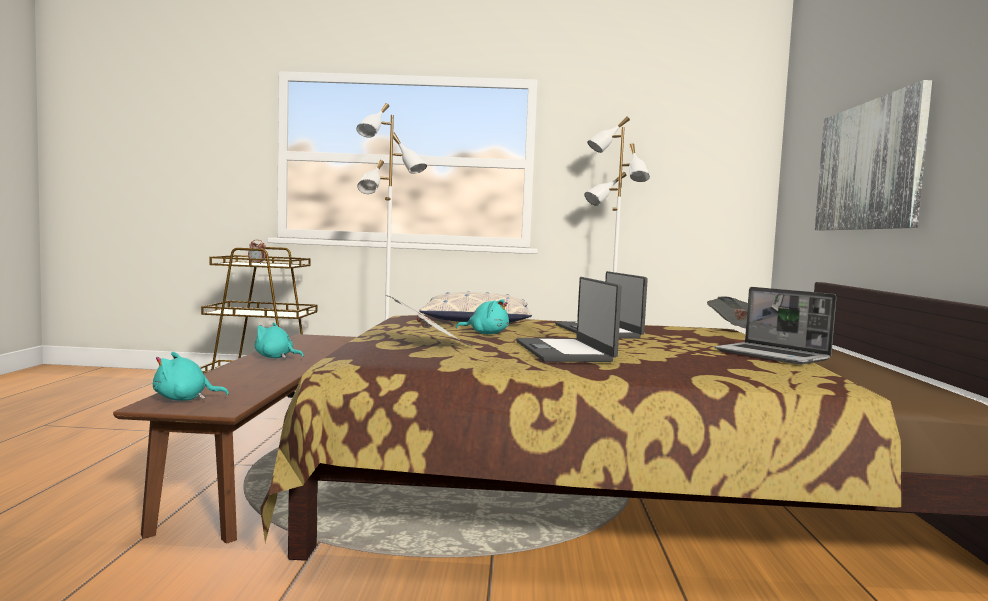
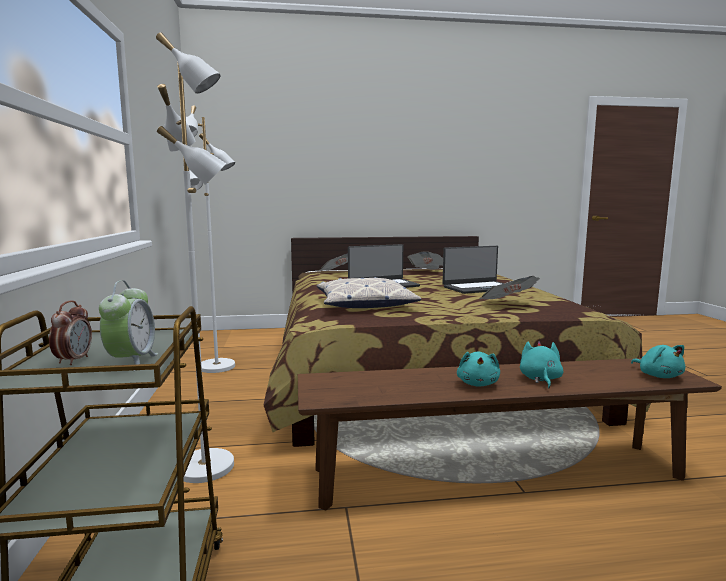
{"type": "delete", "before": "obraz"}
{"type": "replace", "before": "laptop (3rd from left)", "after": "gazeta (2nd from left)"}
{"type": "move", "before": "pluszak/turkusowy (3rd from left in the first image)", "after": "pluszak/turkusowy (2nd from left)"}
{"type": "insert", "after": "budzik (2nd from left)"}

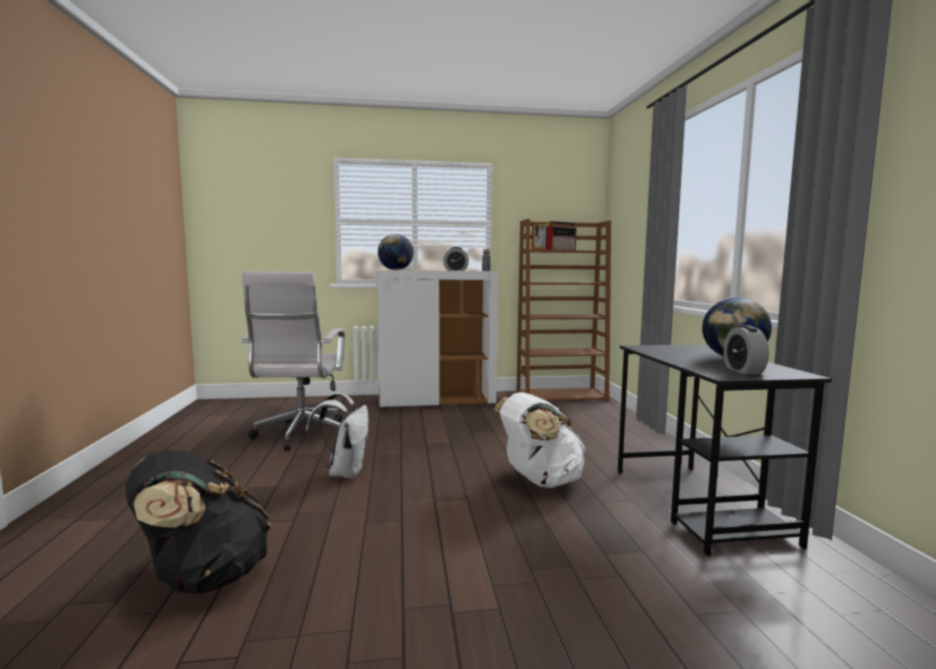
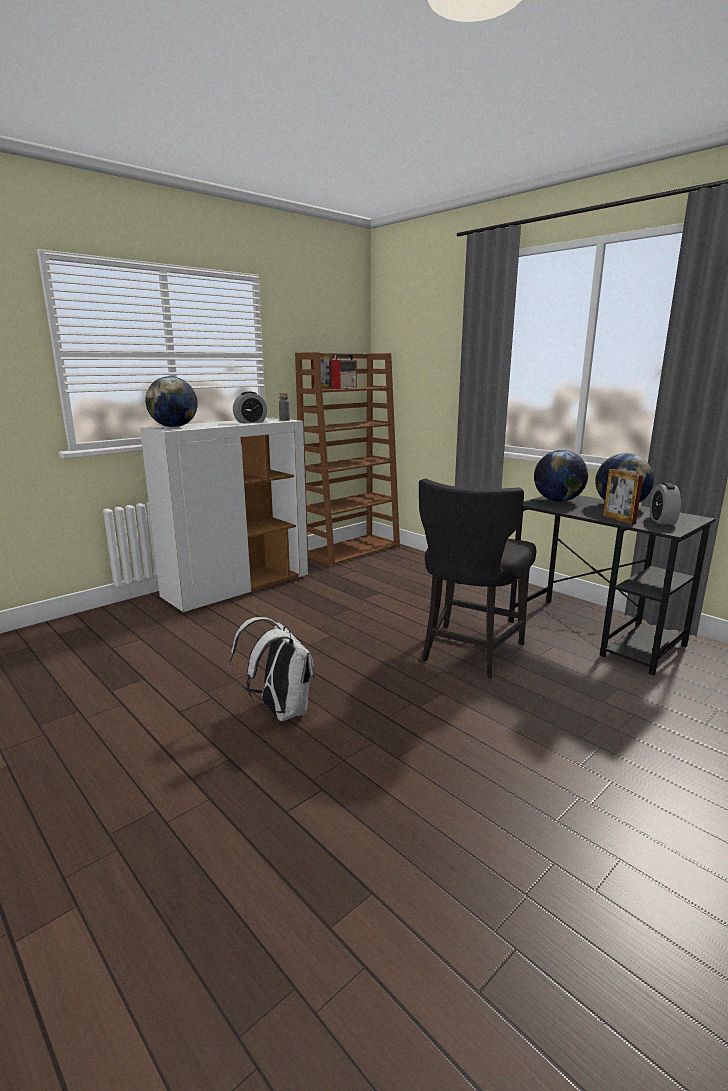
{"type": "delete", "before": "krzesło biurowe/biały"}
{"type": "rotate", "before": "budzik (2nd from left)", "turn": 45}
{"type": "replace", "before": "plecak/biały (2nd from left)", "after": "krzesło/czarny"}
{"type": "delete", "before": "plecak/czarny"}
{"type": "insert", "after": "globus (2nd from left)"}
{"type": "insert", "after": "ramka na zdjęcie (2nd from left)"}

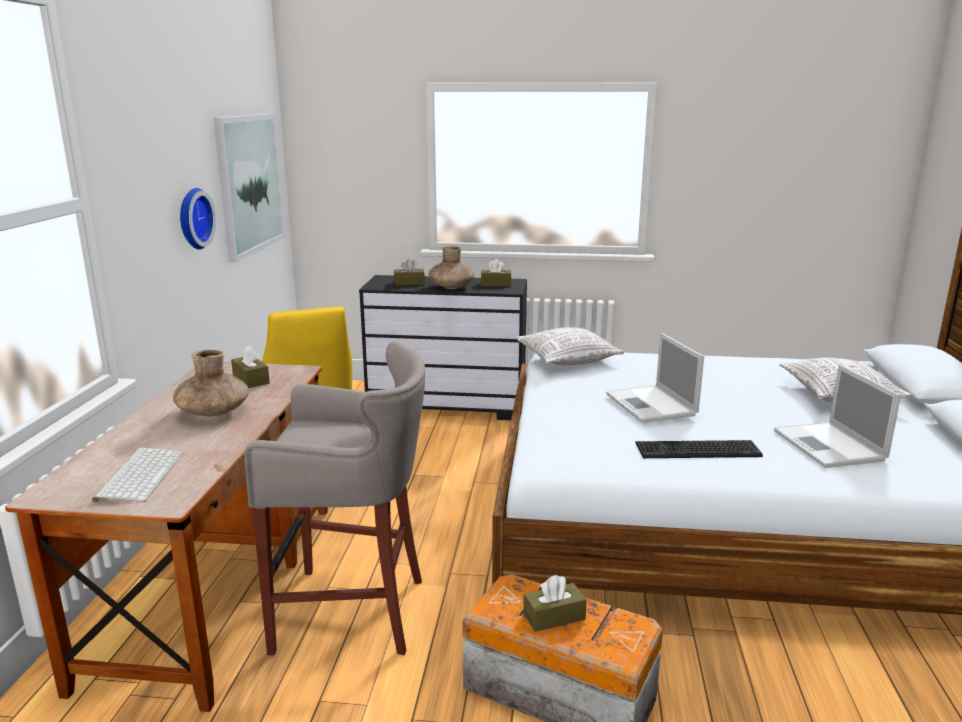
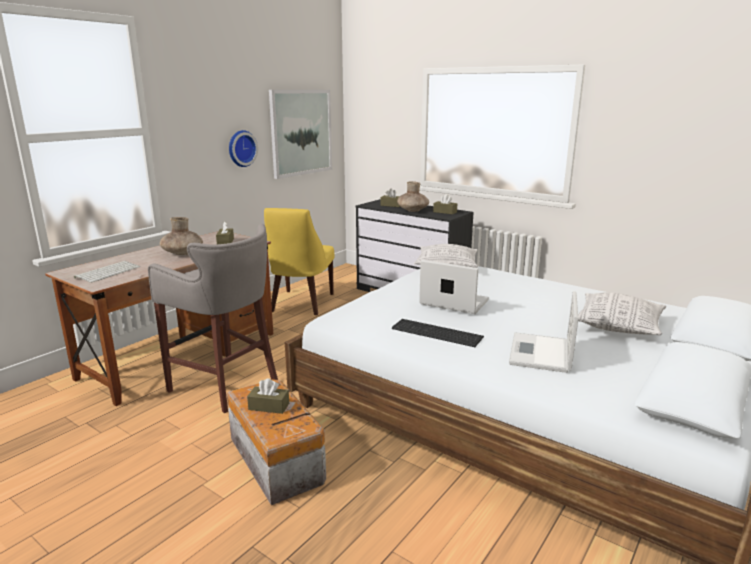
{"type": "rotate", "before": "laptop (1st from left)", "turn": 105}

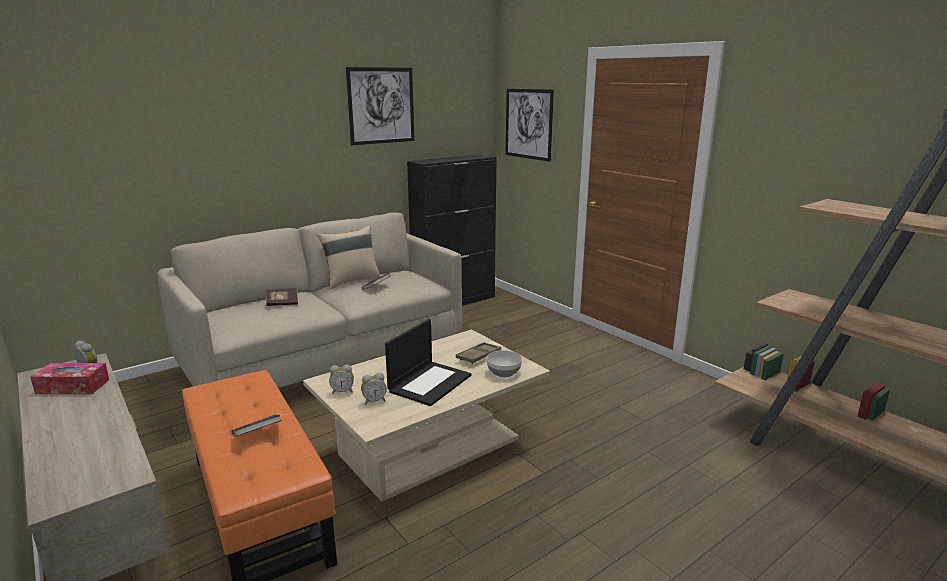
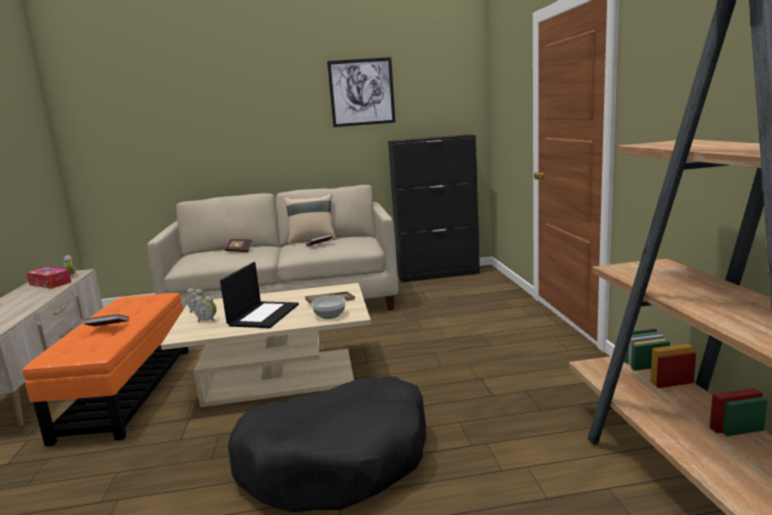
{"type": "delete", "before": "obraz (2nd from left)"}
{"type": "rotate", "before": "laptop", "turn": -45}
{"type": "insert", "after": "legowisko/czarny"}

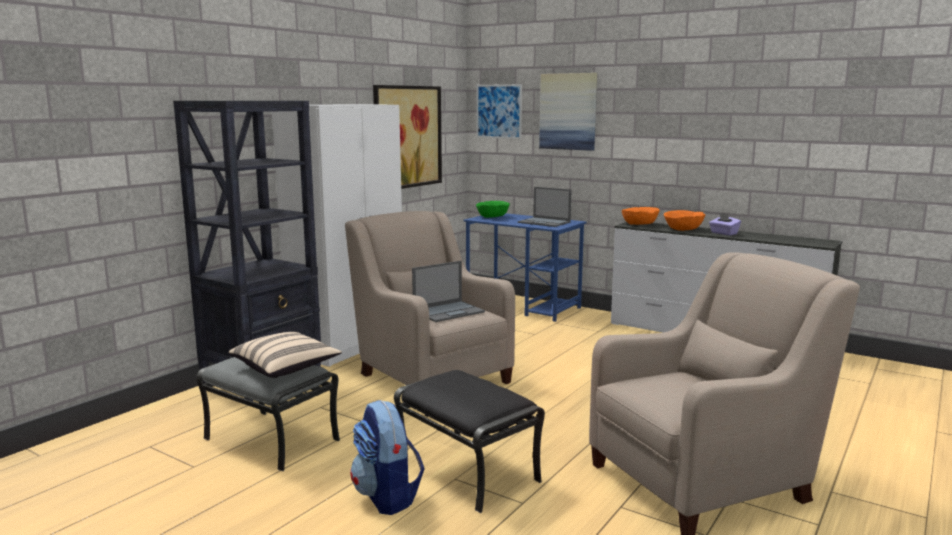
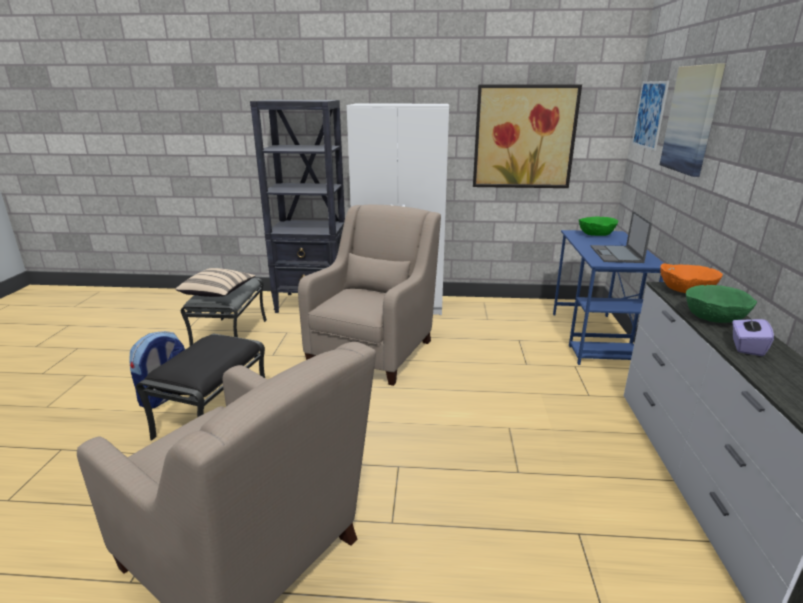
{"type": "recolor", "before": "miska/pomarańczowy (2nd from left)", "after": "miska/zielony (2nd from left)"}
{"type": "delete", "before": "laptop (1st from left)"}

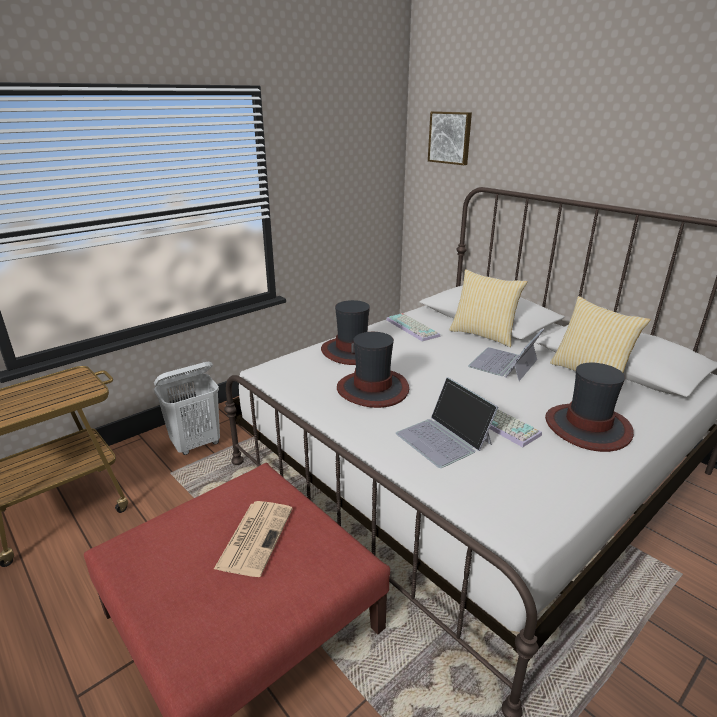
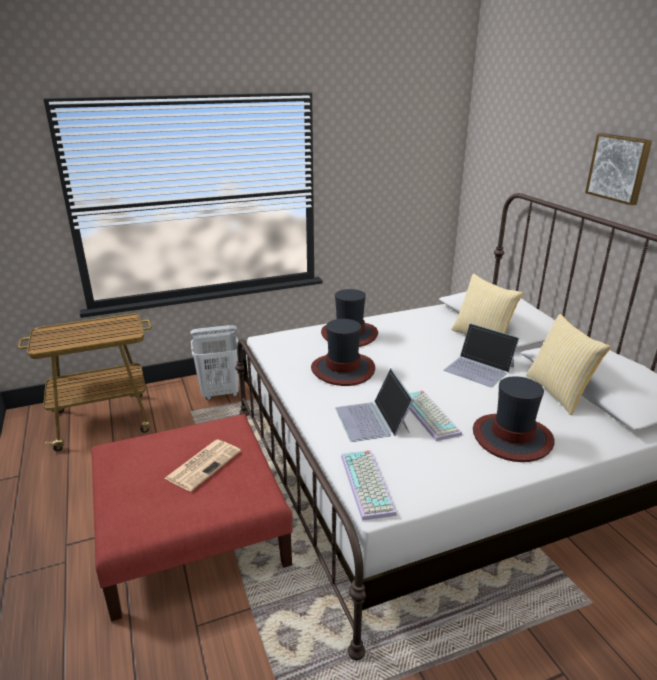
{"type": "move", "before": "obraz"}
{"type": "move", "before": "klawiatura (1st from left)"}
{"type": "rotate", "before": "laptop (2nd from left)", "turn": -105}

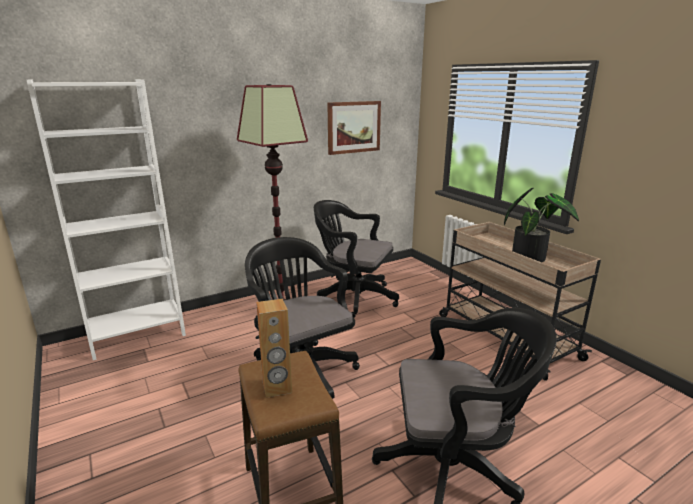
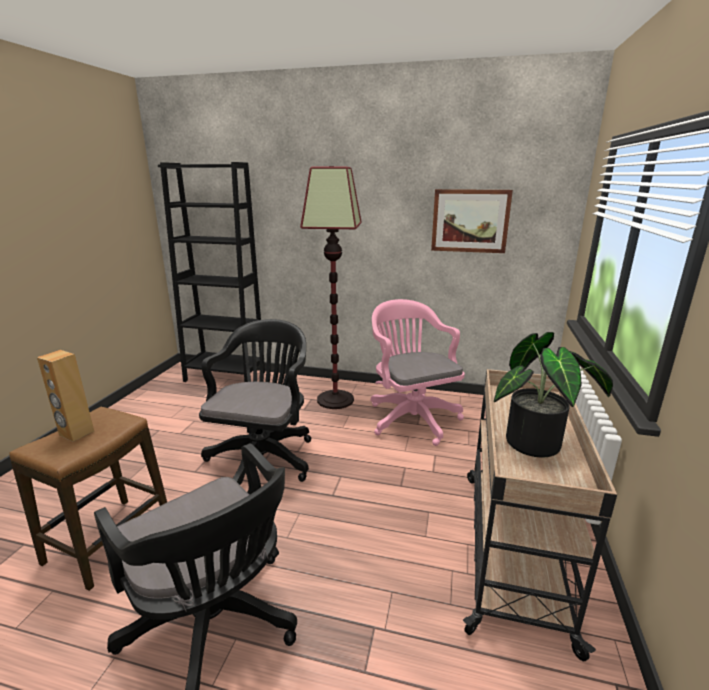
{"type": "recolor", "before": "regał/biały", "after": "regał/czarny"}
{"type": "recolor", "before": "krzesło biurowe/czarny (2nd from left)", "after": "krzesło biurowe/różowy"}

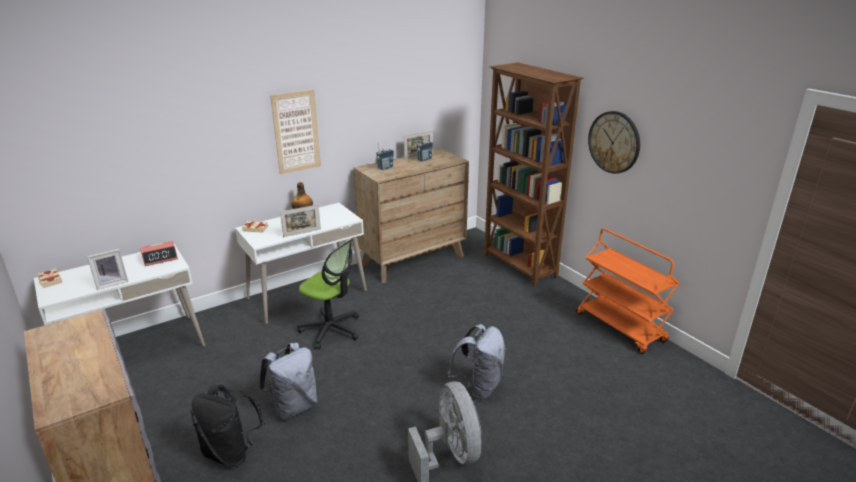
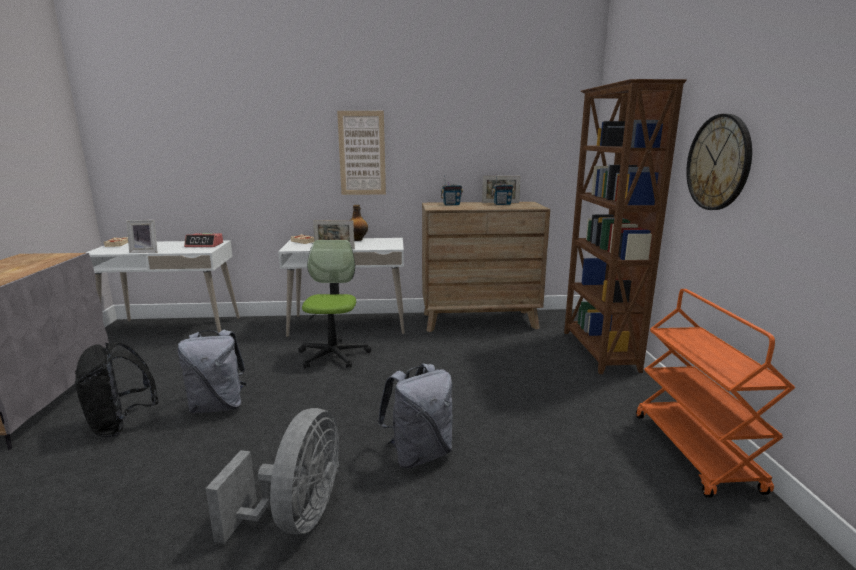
{"type": "rotate", "before": "krzesło biurowe", "turn": -150}

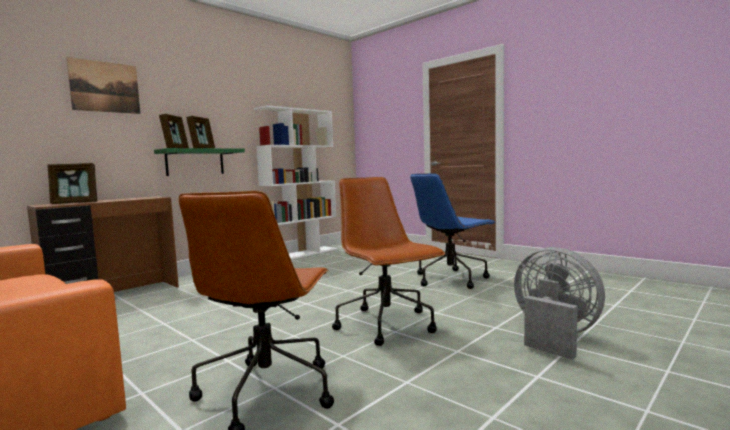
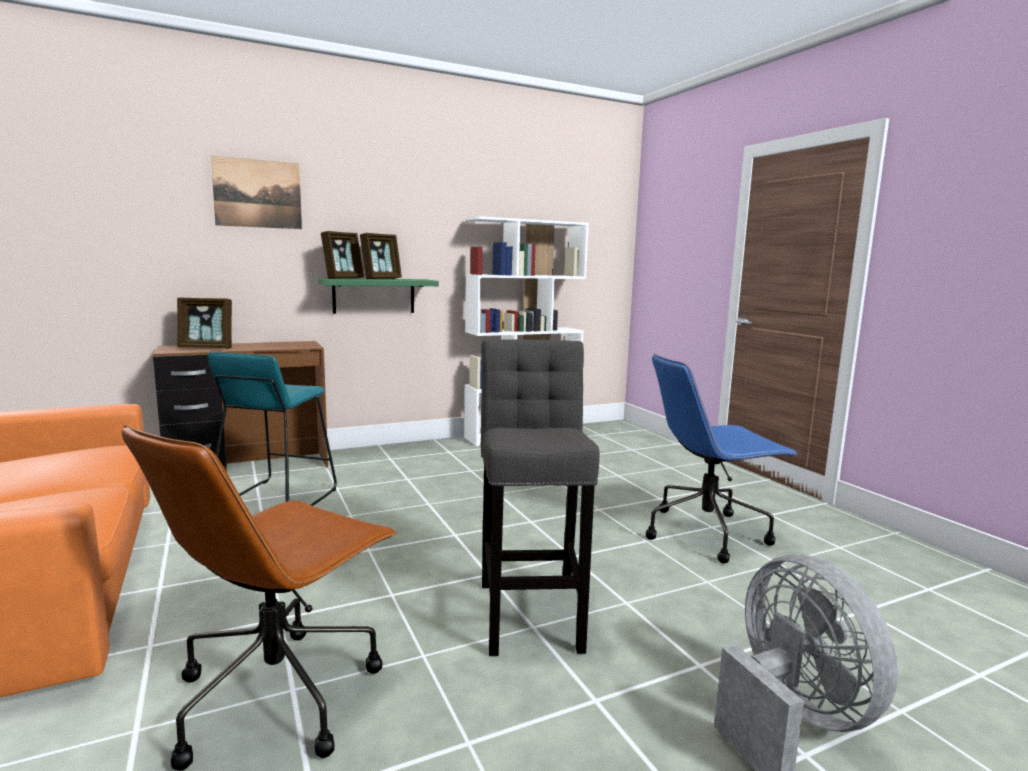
{"type": "replace", "before": "krzesło biurowe/brązowy (2nd from left)", "after": "stołek/szary"}
{"type": "insert", "after": "stołek/turkusowy"}

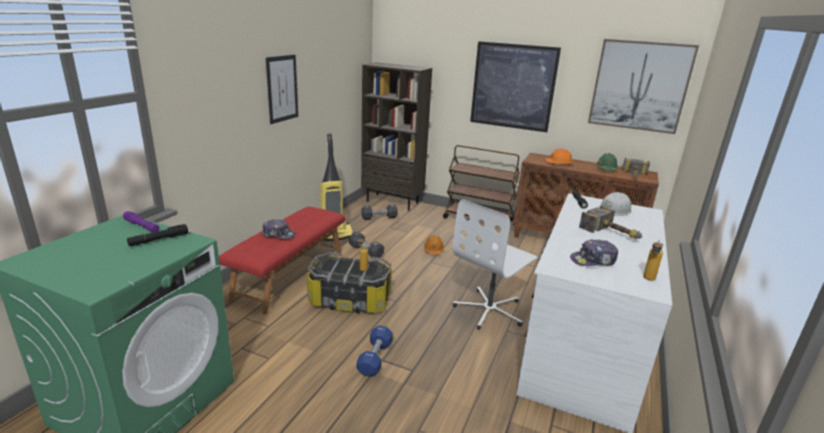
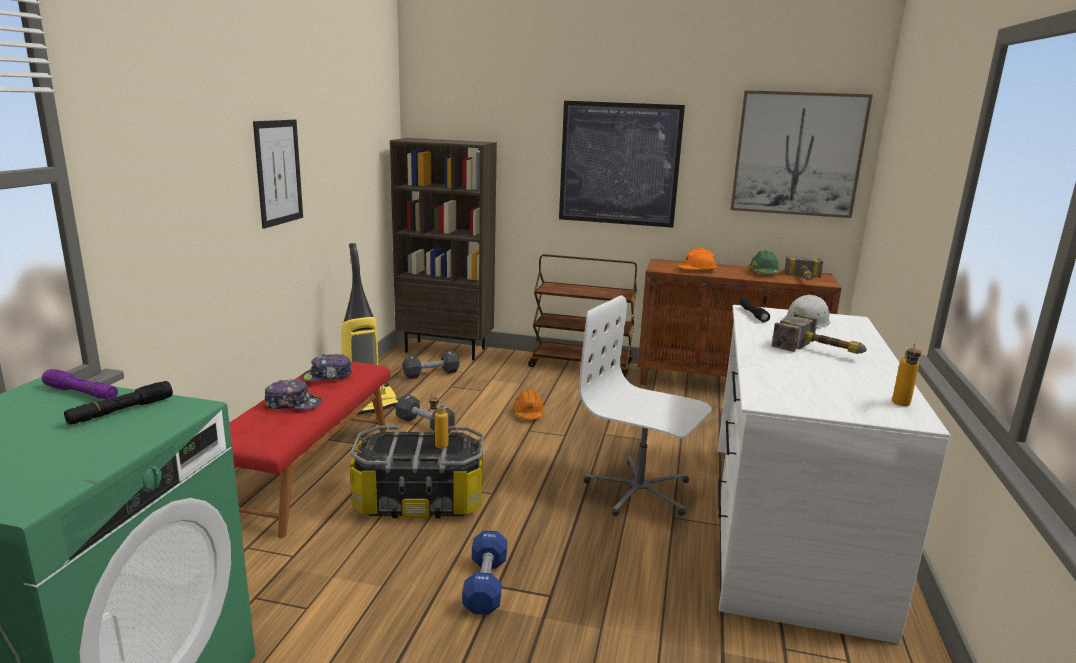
{"type": "rotate", "before": "krzesło biurowe/biały", "turn": 90}
{"type": "move", "before": "czapka z daszkiem (2nd from left)"}

